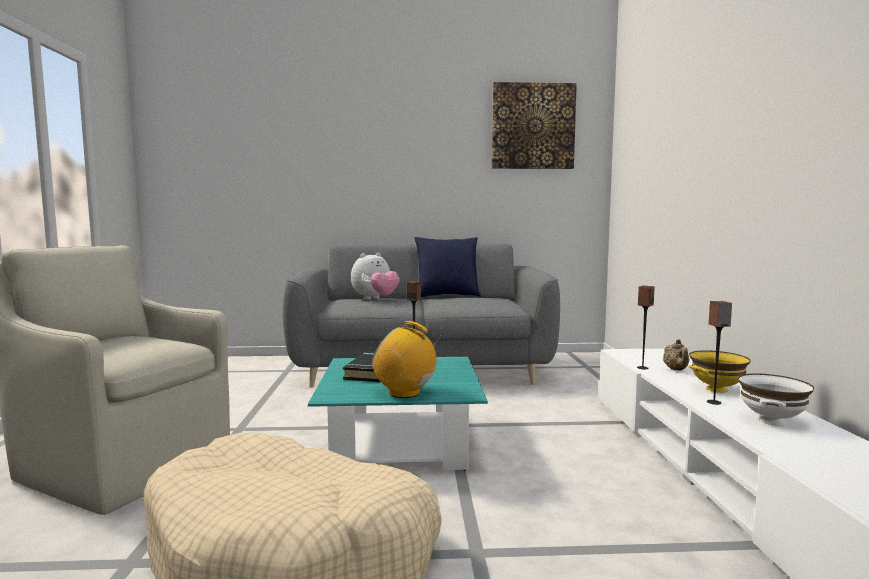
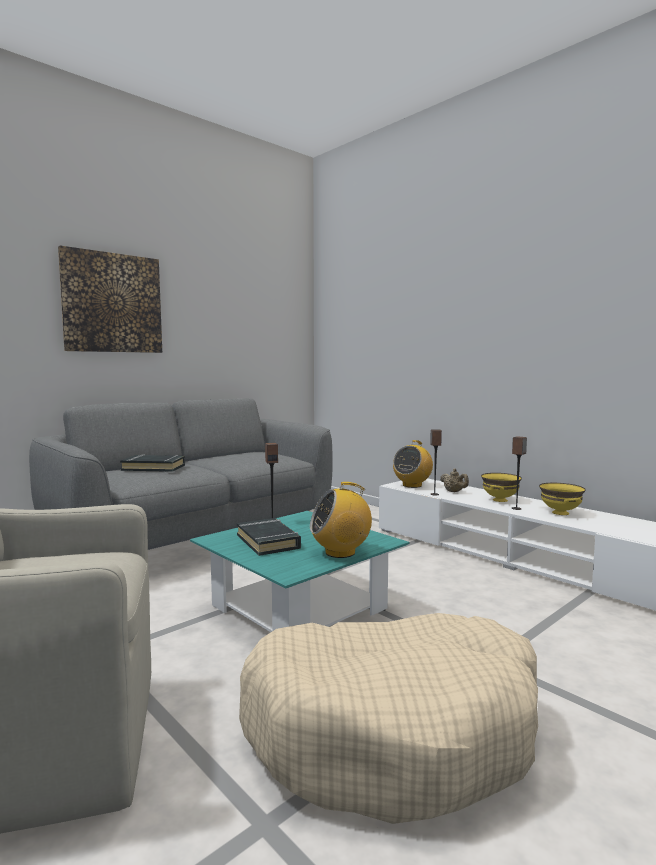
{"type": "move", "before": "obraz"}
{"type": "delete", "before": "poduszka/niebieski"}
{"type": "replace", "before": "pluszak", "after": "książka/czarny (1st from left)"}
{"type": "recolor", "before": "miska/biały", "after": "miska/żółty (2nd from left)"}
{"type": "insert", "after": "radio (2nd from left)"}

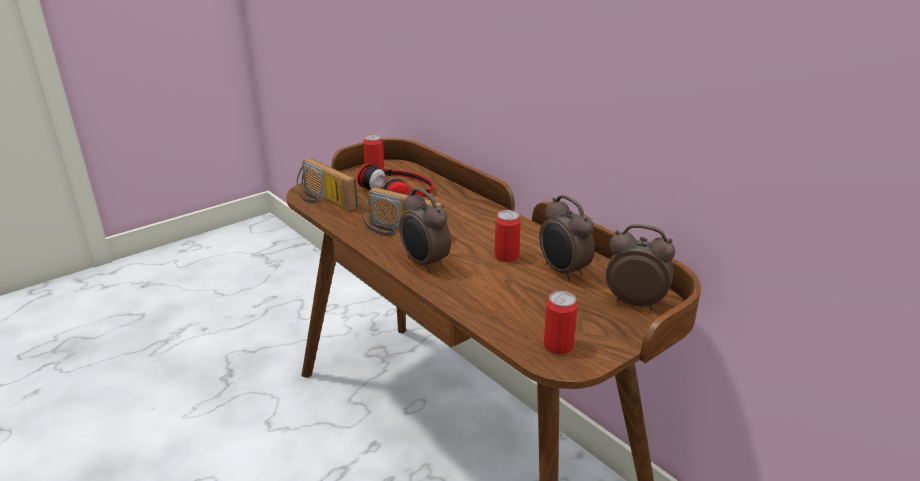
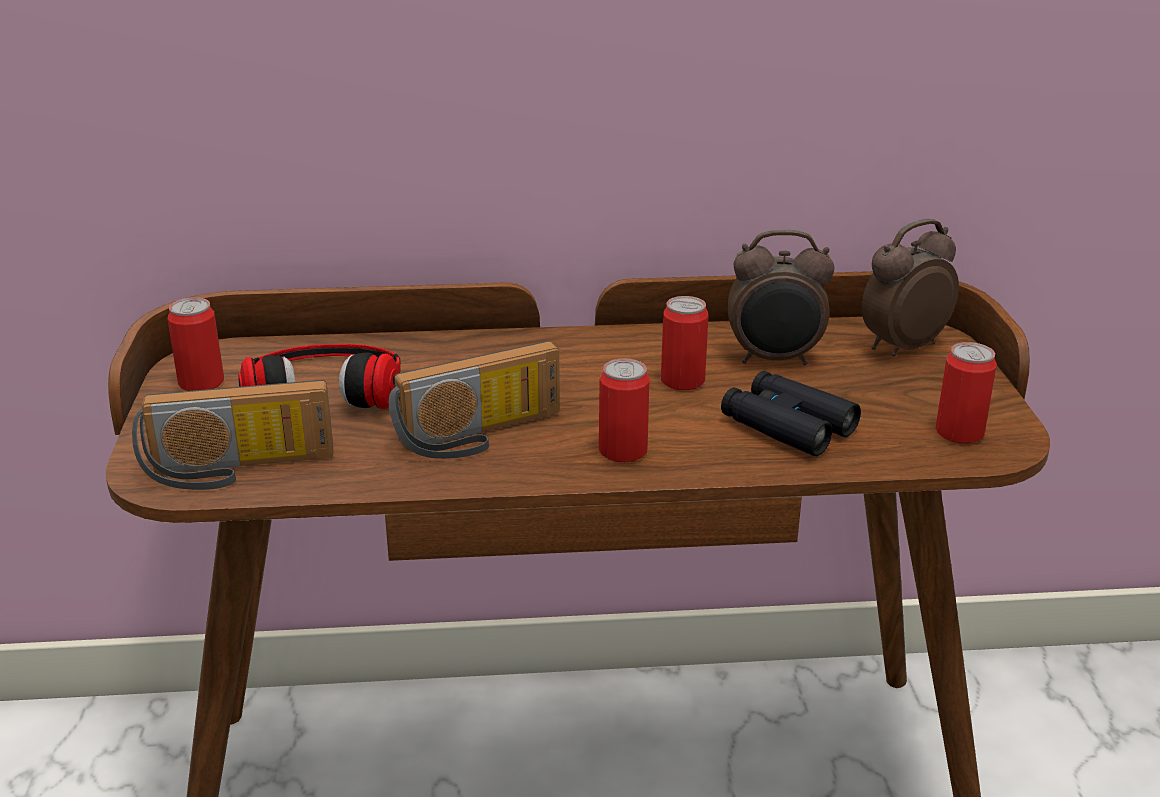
{"type": "replace", "before": "budzik (1st from left)", "after": "puszka (2nd from left)"}
{"type": "insert", "after": "lornetka/czarny"}

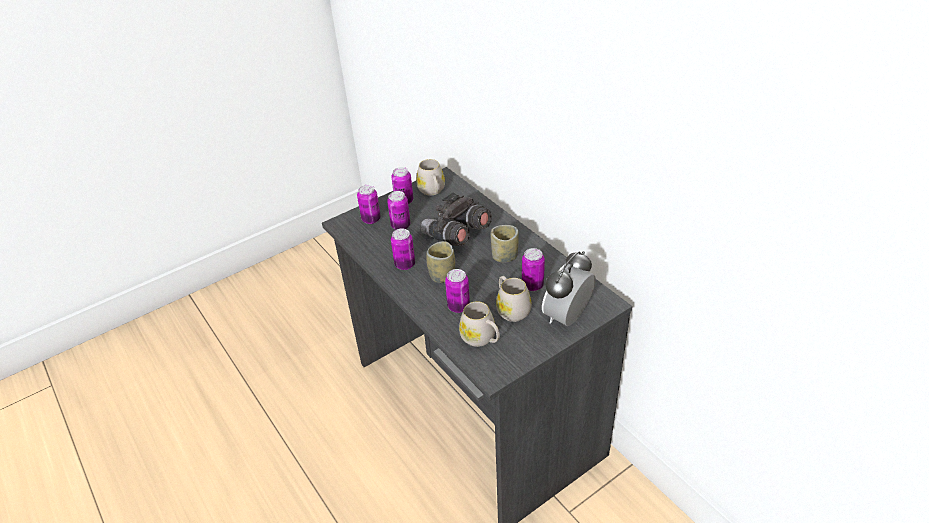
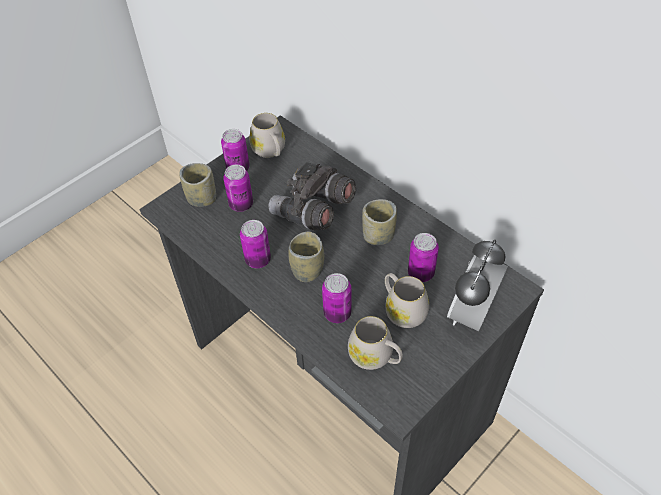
{"type": "replace", "before": "puszka (1st from left)", "after": "filiżanka (1st from left)"}

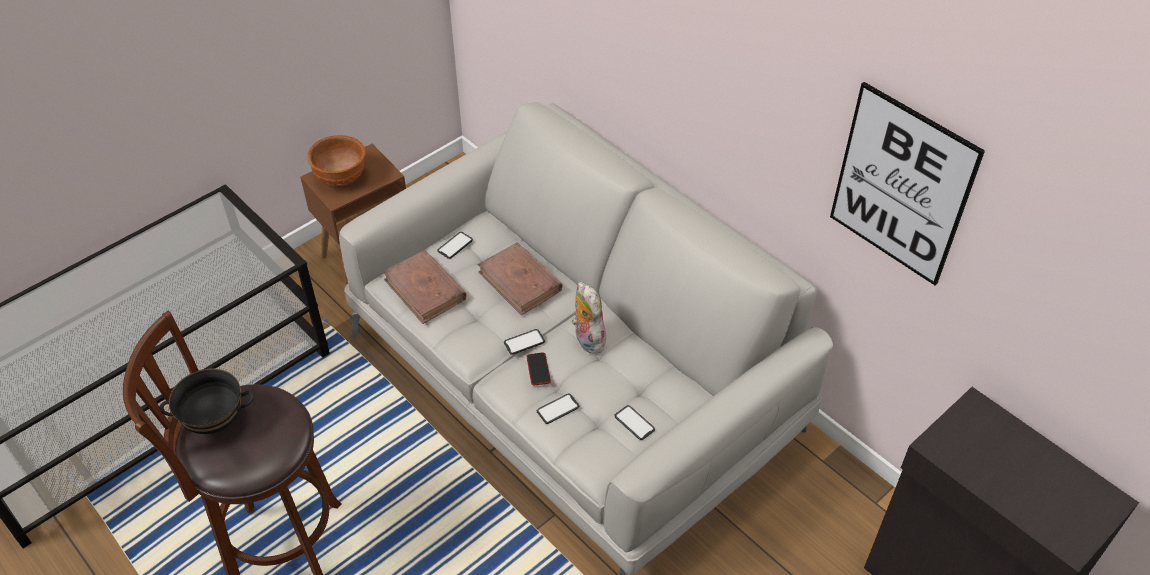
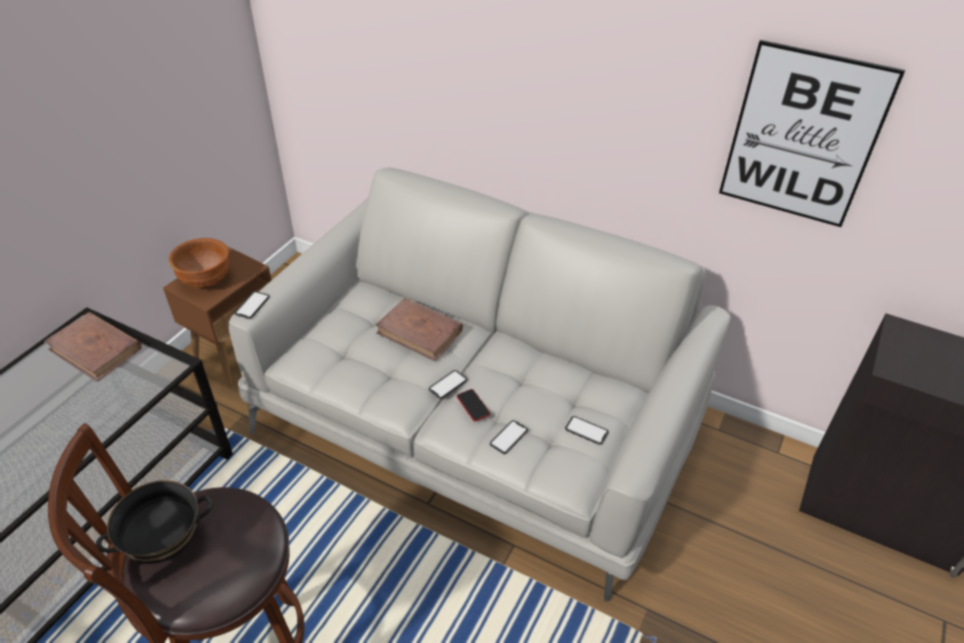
{"type": "move", "before": "telefon (1st from left)"}
{"type": "move", "before": "książka/brązowy (1st from left)"}
{"type": "delete", "before": "pluszak"}

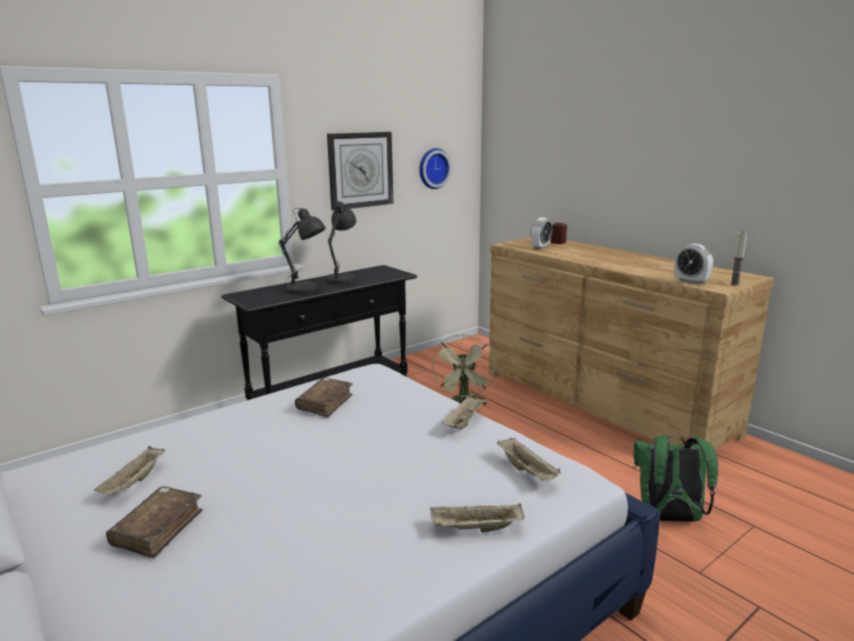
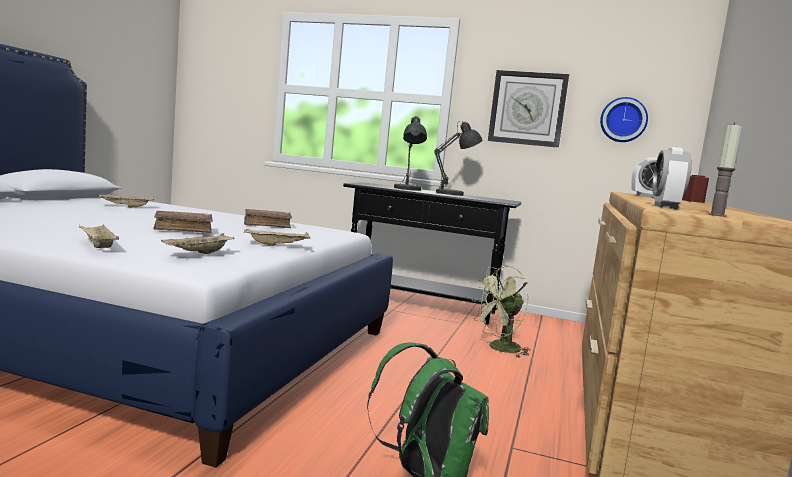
{"type": "move", "before": "książka/brązowy (1st from left)"}

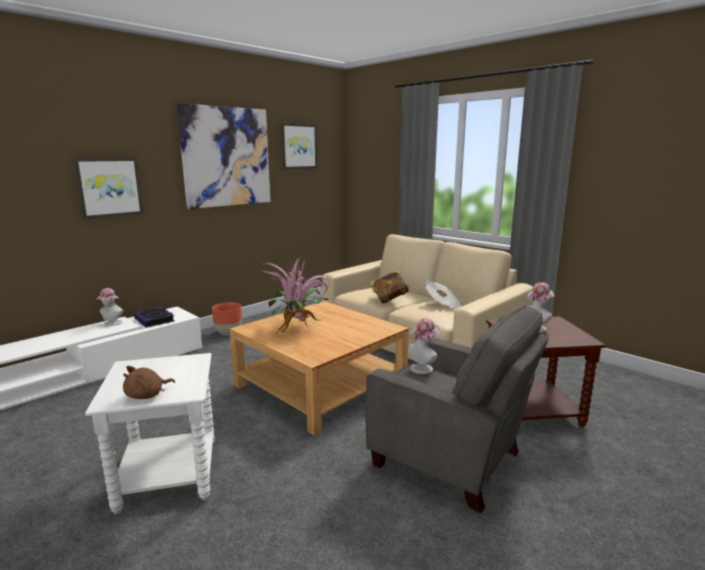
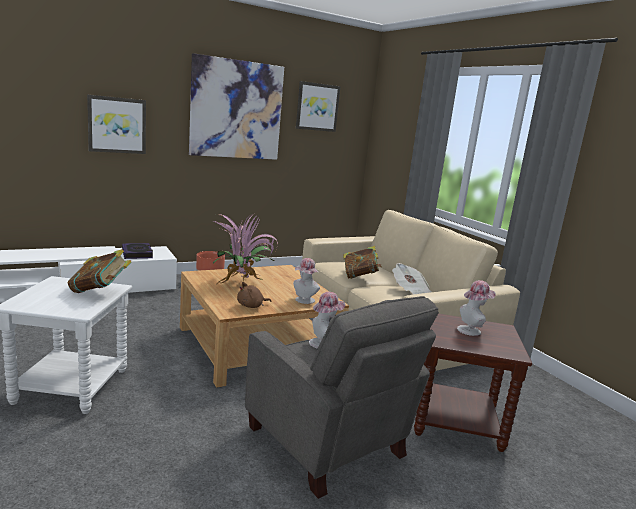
{"type": "move", "before": "kapelusz (1st from left)"}
{"type": "move", "before": "pluszak/brązowy"}
{"type": "insert", "after": "książka (1st from left)"}

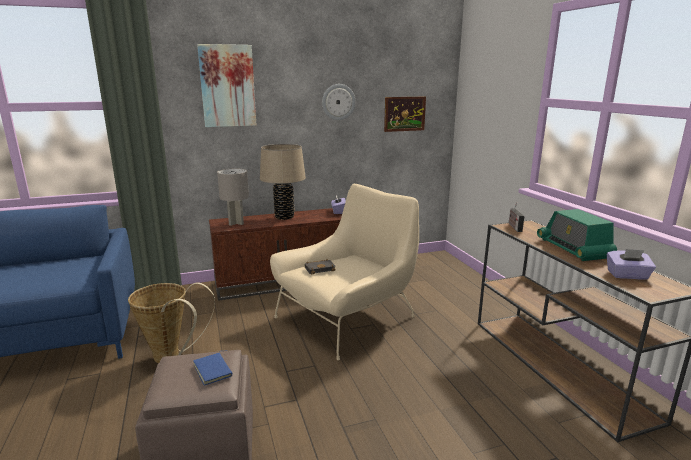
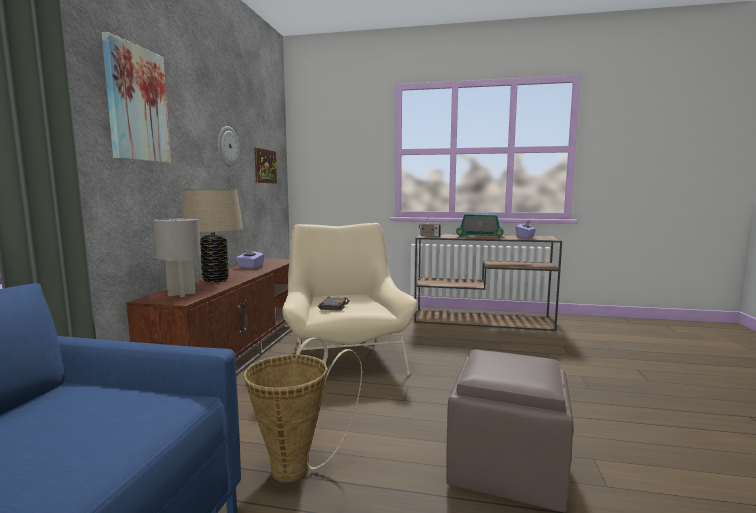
{"type": "delete", "before": "książka/niebieski"}

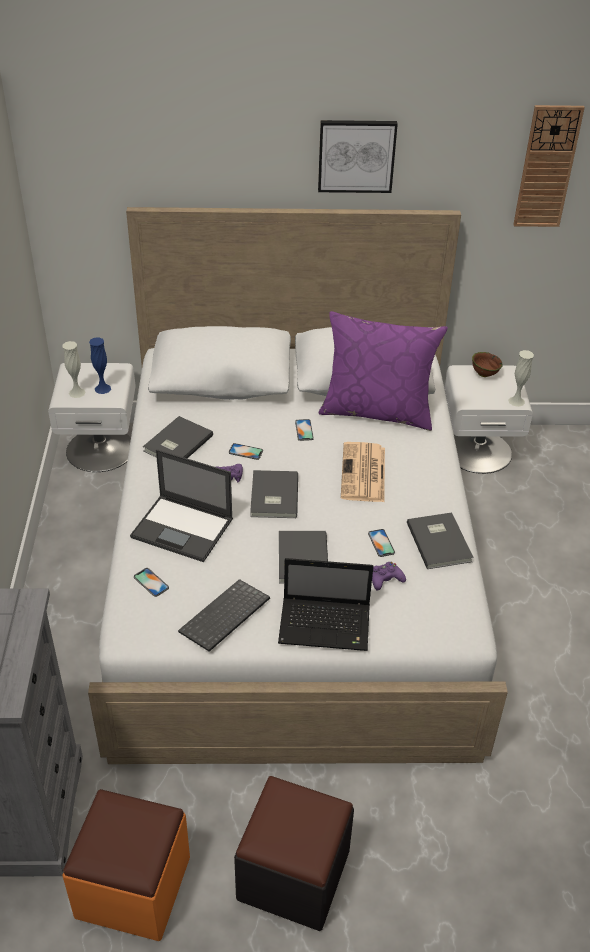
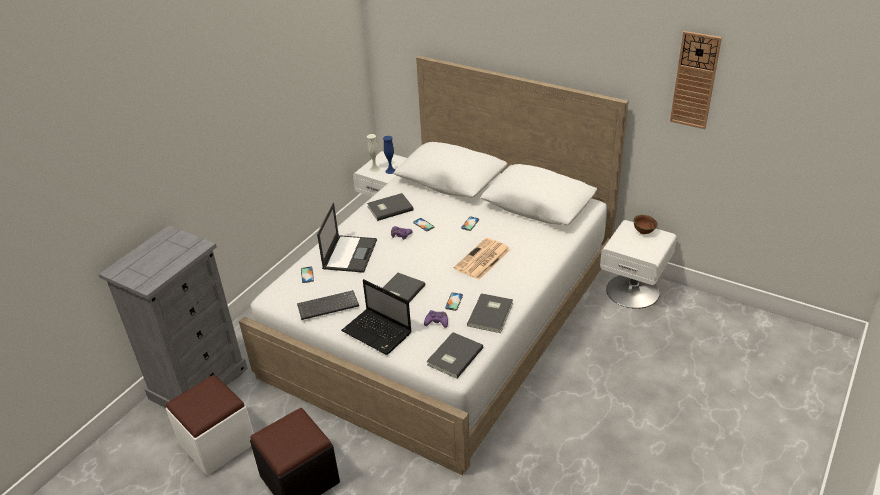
{"type": "delete", "before": "obraz"}
{"type": "delete", "before": "poduszka/fioletowy"}
{"type": "delete", "before": "wazon/biały (2nd from left)"}
{"type": "rotate", "before": "laptop (1st from left)", "turn": -135}
{"type": "move", "before": "książka/szary (2nd from left in the first image)", "after": "książka/szary (3rd from left)"}
{"type": "recolor", "before": "pufa/pomarańczowy", "after": "pufa/biały"}

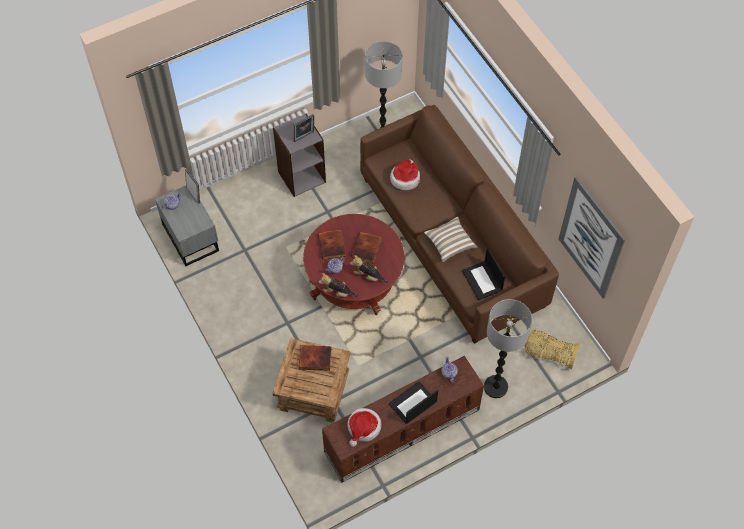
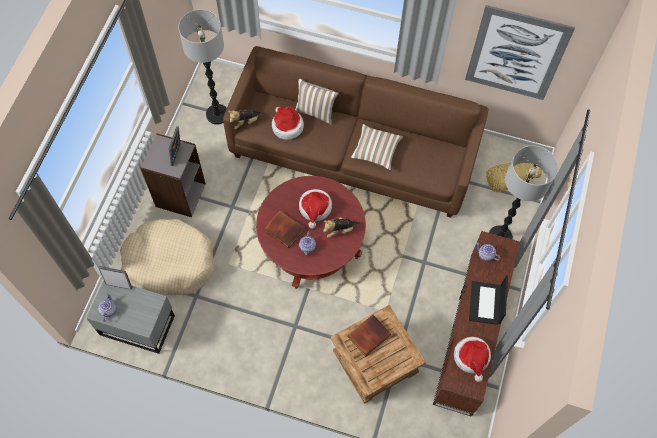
{"type": "replace", "before": "książka (3rd from left)", "after": "kapelusz (2nd from left)"}
{"type": "delete", "before": "laptop (2nd from left)"}
{"type": "move", "before": "pluszak (1st from left)"}
{"type": "insert", "after": "poduszka (1st from left)"}
{"type": "insert", "after": "legowisko/beżowy"}

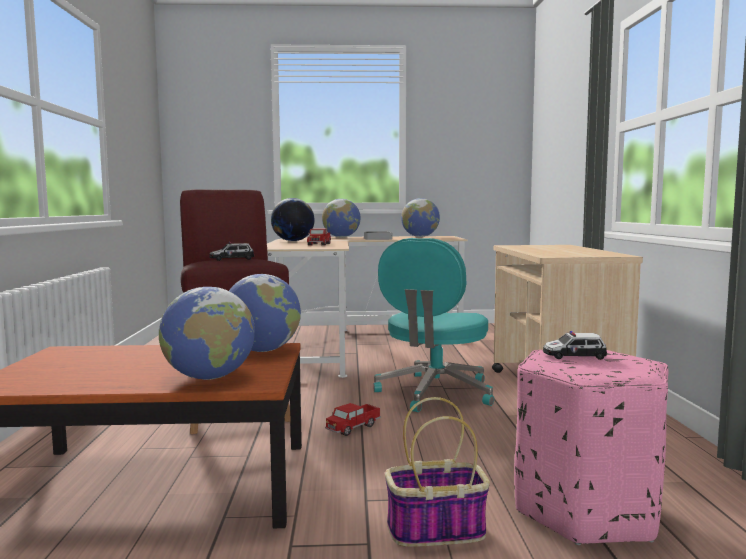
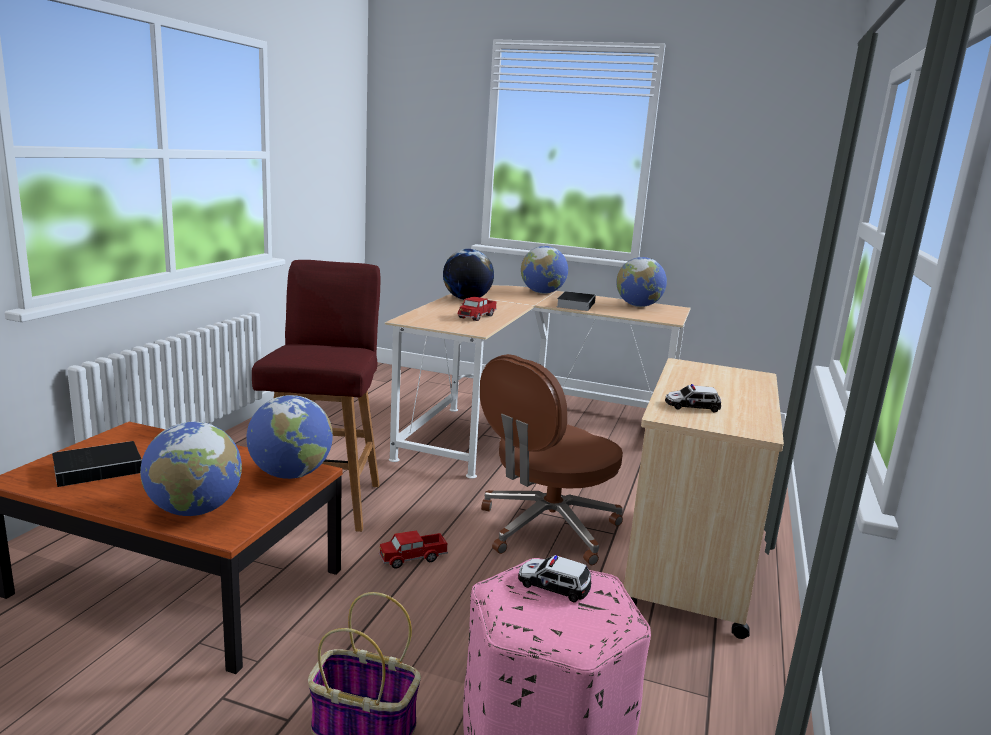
{"type": "recolor", "before": "krzesło biurowe/turkusowy", "after": "krzesło biurowe/brązowy"}
{"type": "move", "before": "samochodzik (1st from left in the first image)", "after": "samochodzik (2nd from left)"}
{"type": "insert", "after": "książka (1st from left)"}

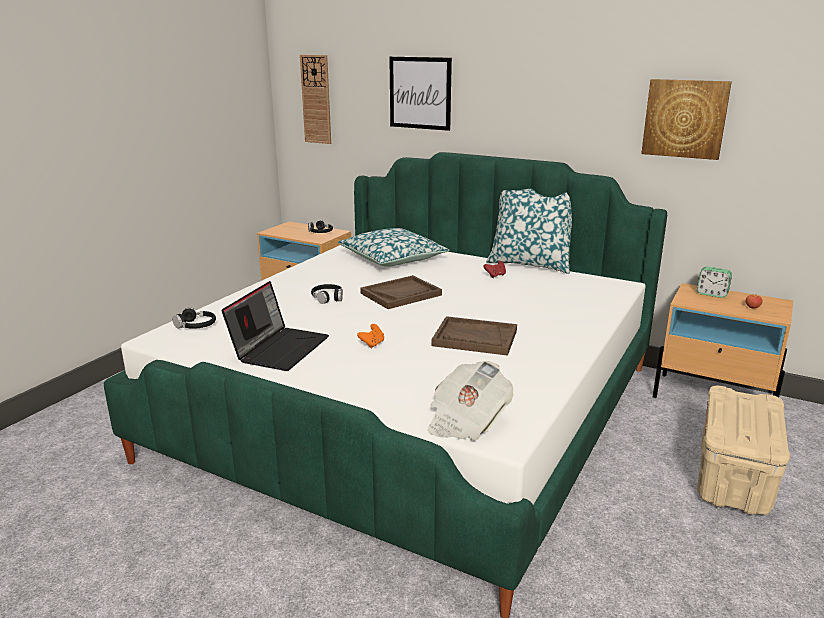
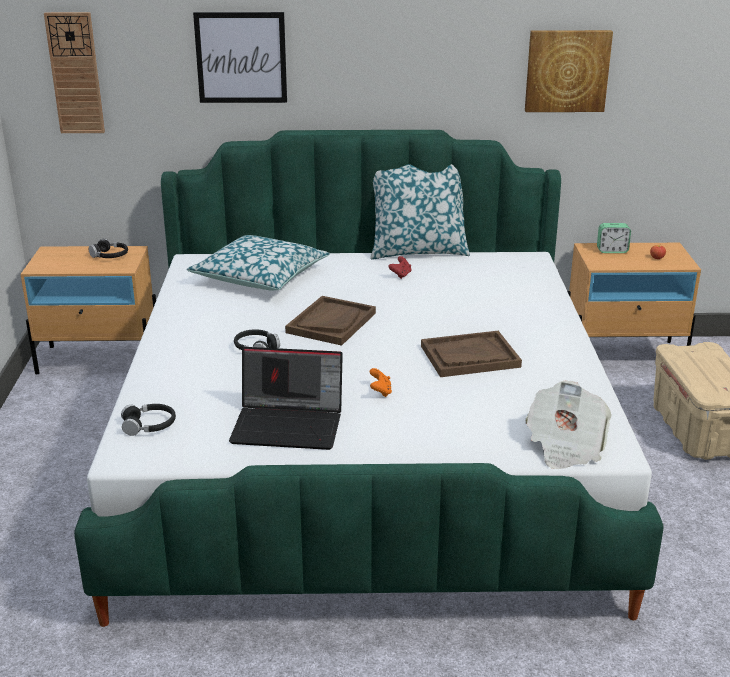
{"type": "rotate", "before": "laptop", "turn": 105}

